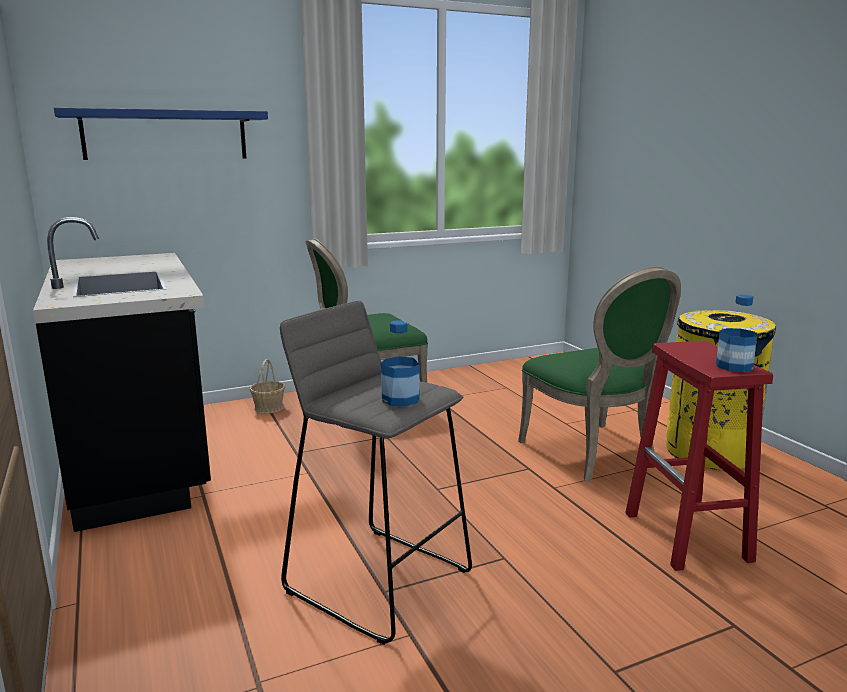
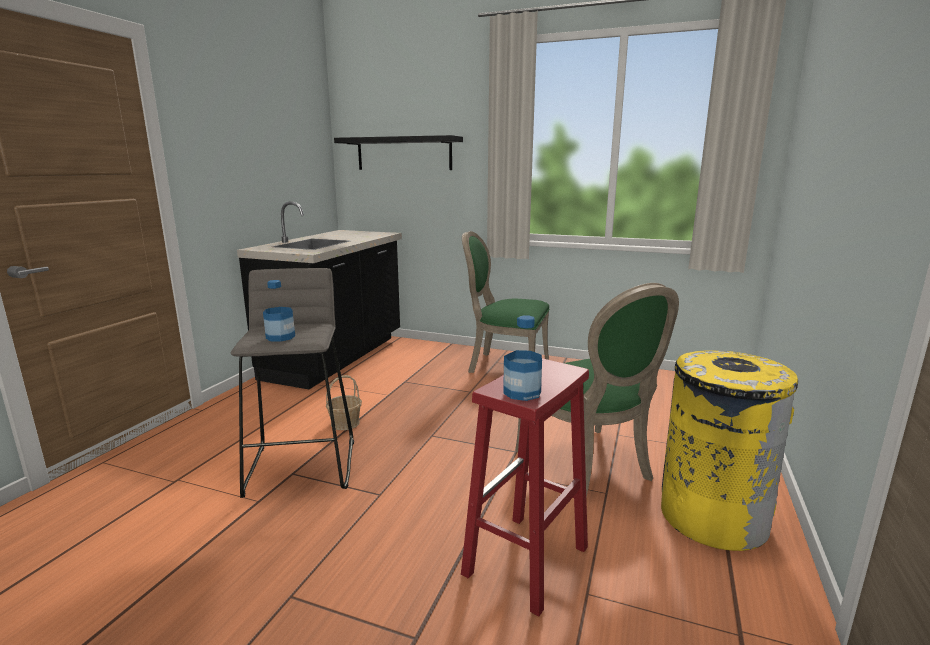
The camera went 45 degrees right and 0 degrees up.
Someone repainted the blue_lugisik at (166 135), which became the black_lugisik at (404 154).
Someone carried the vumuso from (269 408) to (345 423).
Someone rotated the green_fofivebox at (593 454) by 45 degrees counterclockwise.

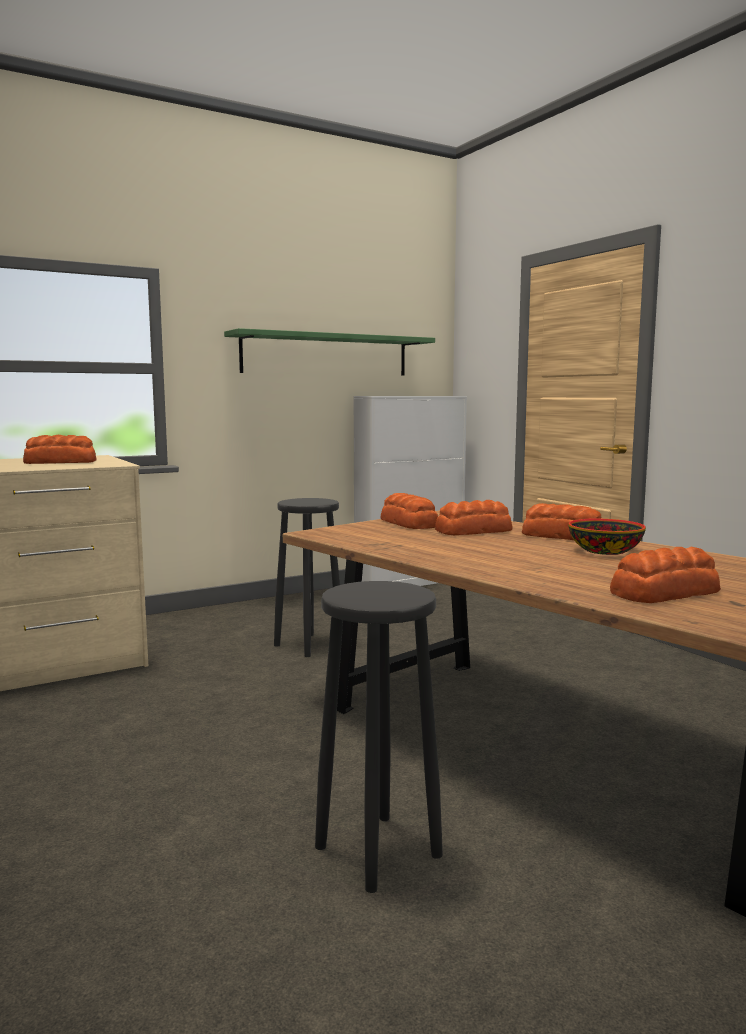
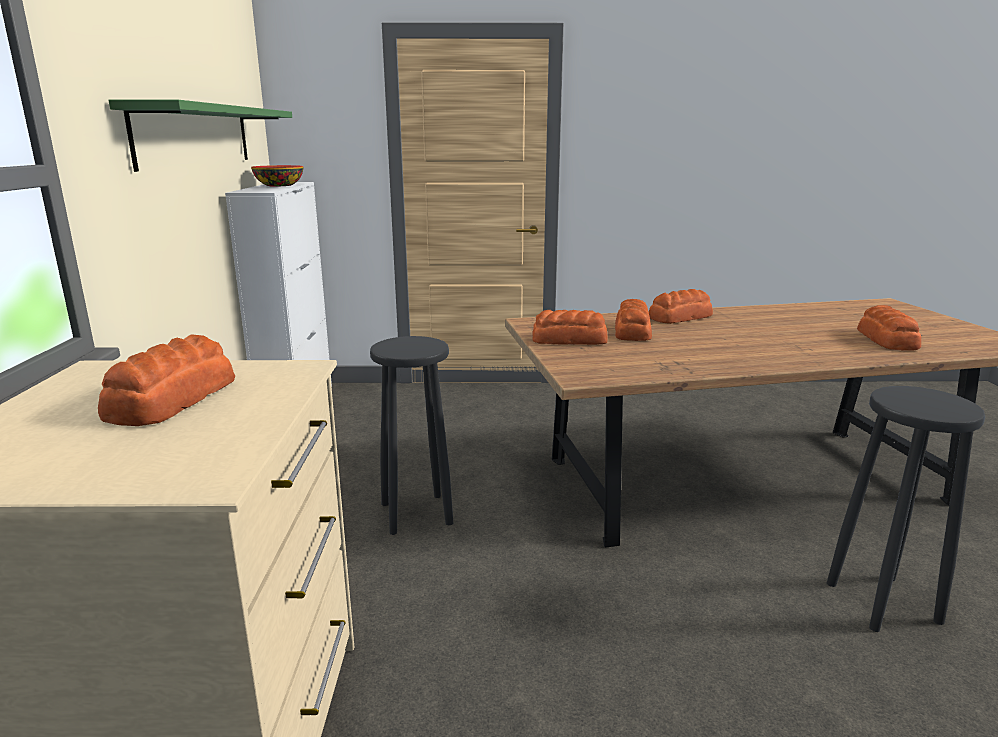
The camera went 60 degrees left and 10 degrees up.
Someone carried the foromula from (604 551) to (278 185).

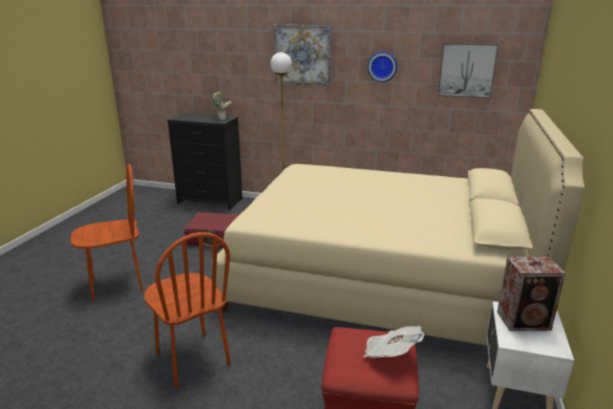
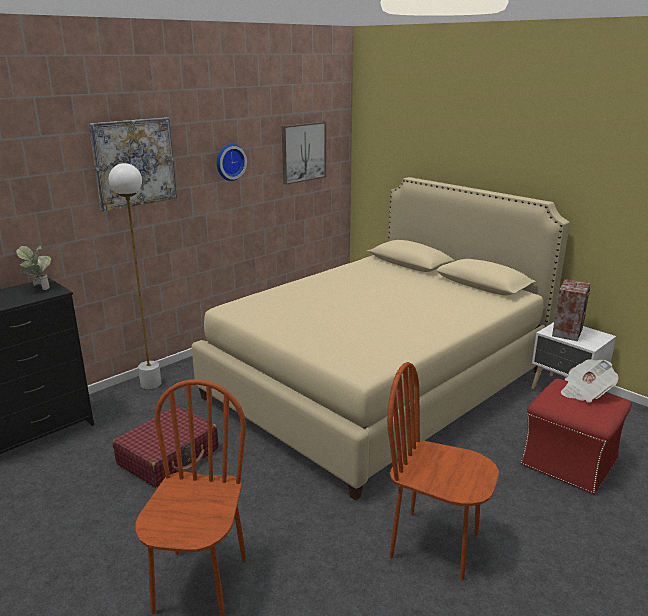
The camera went 60 degrees left and 0 degrees up.
Someone rotated the brown_fofivebox at (192 359) by 150 degrees counterclockwise.

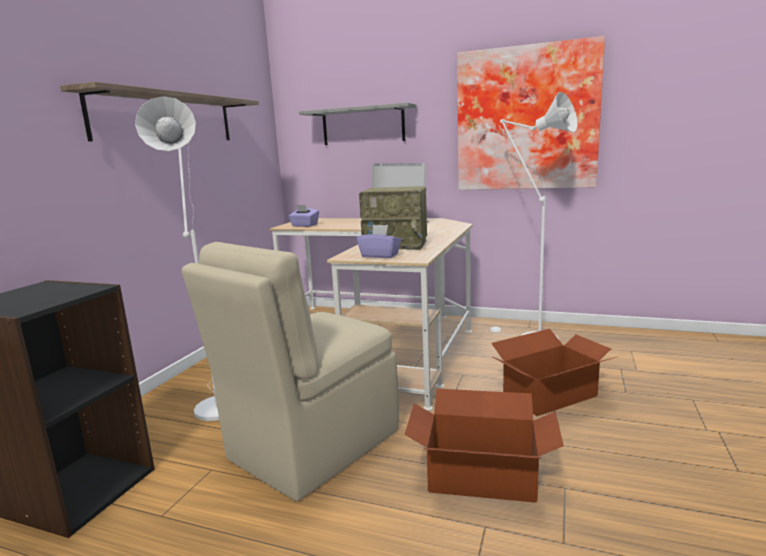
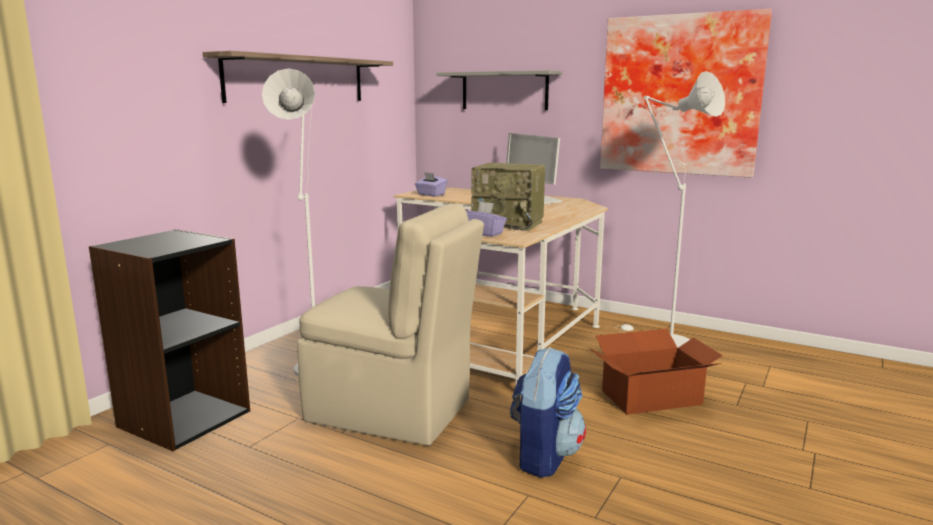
The camera went 10 degrees right and 0 degrees up.
Someone rotated the beige_fofivebox at (310 446) by 120 degrees counterclockwise.
Someone swapped the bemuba at (481 475) for the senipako at (544 456).

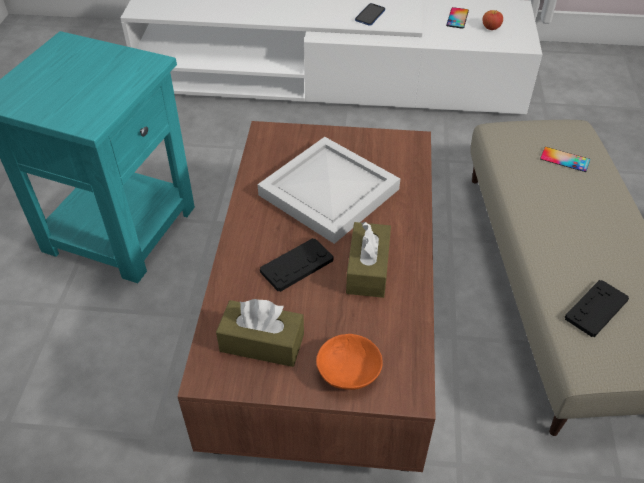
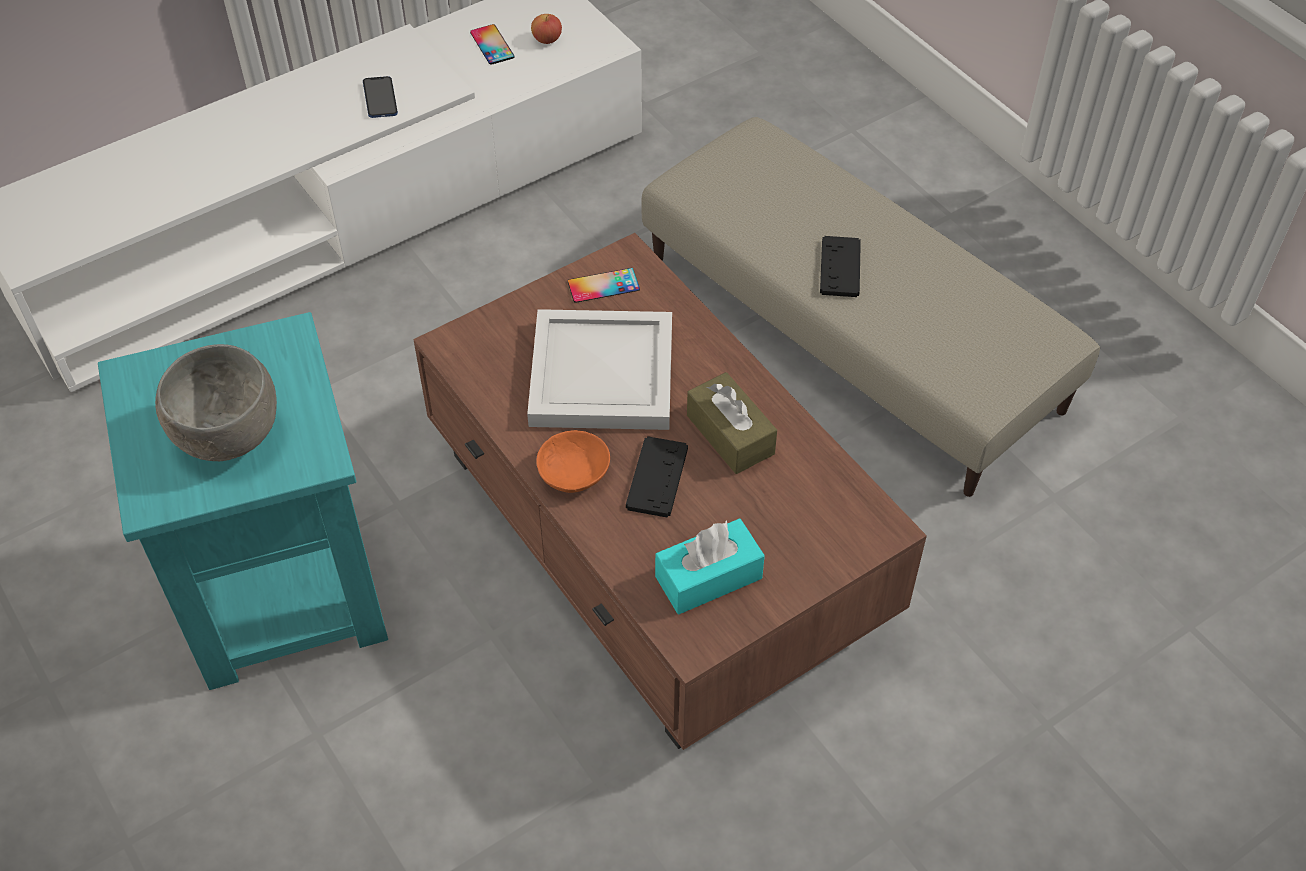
The camera went 40 degrees left and 5 degrees up.
Someone repainted the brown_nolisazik at (262 343), which became the turquoise_nolisazik at (708 577).
Someone carried the orange_foromula from (348 373) to (574 475).
Someone carried the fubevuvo from (564 159) to (603 286).
Someone carried the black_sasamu from (596 309) to (840 268).
Someone put down the grey_foromula at (226 435).

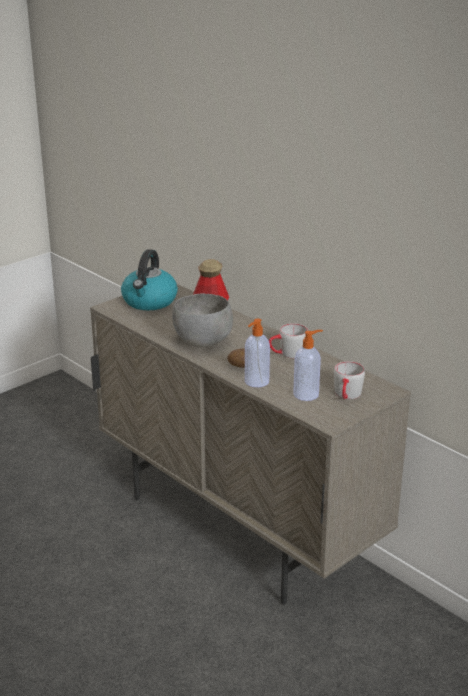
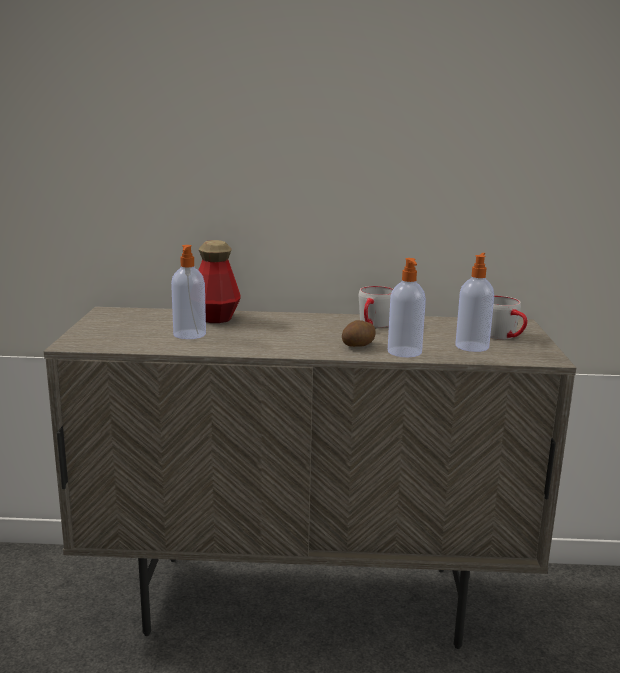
The camera went 45 degrees left and 10 degrees down.
Someone took away the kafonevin at (149 301).
Someone took away the grey_foromula at (201 342).
Someone put down the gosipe at (189 335).

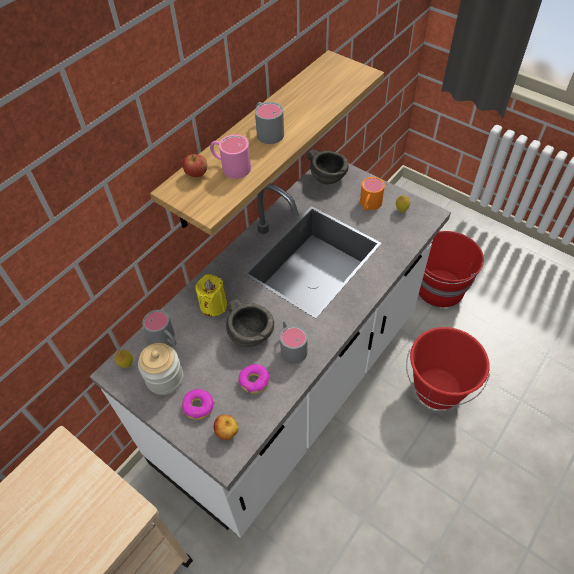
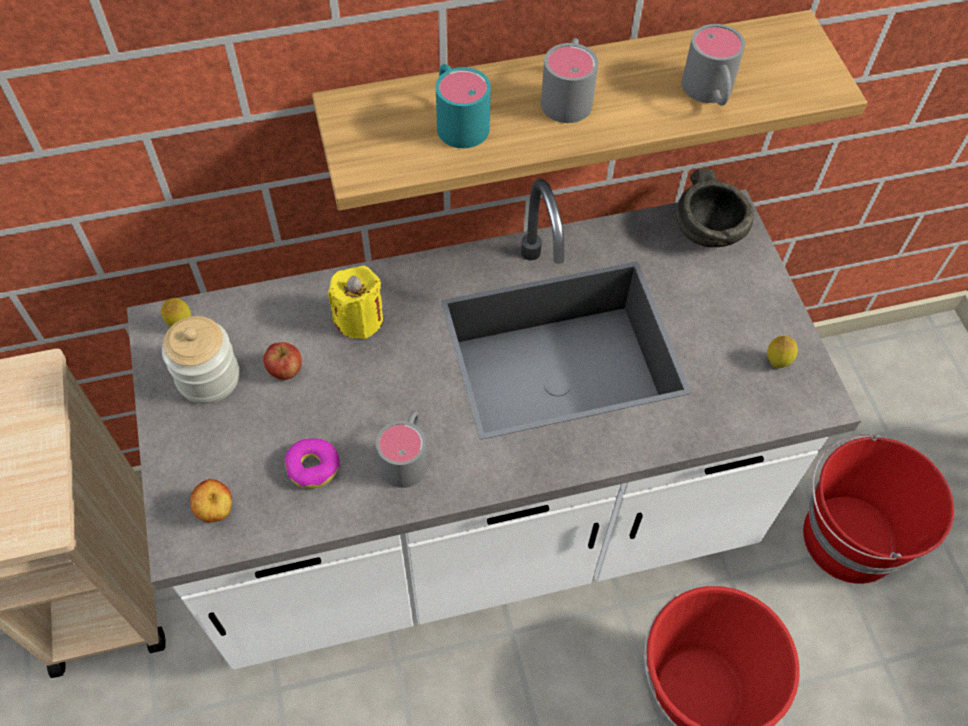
The camera went 35 degrees right and 5 degrees up.
Someone carried the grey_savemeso from (165 339) to (710 93).
Someone carried the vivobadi from (196 174) to (285 370).
Someone took away the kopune at (198 407).
Someone repainted the pink_savemeso at (230 166), which became the turquoise_savemeso at (458 120).
Someone took away the grey_foromula at (251 333).
Someone took away the orange_savemeso at (369 205).

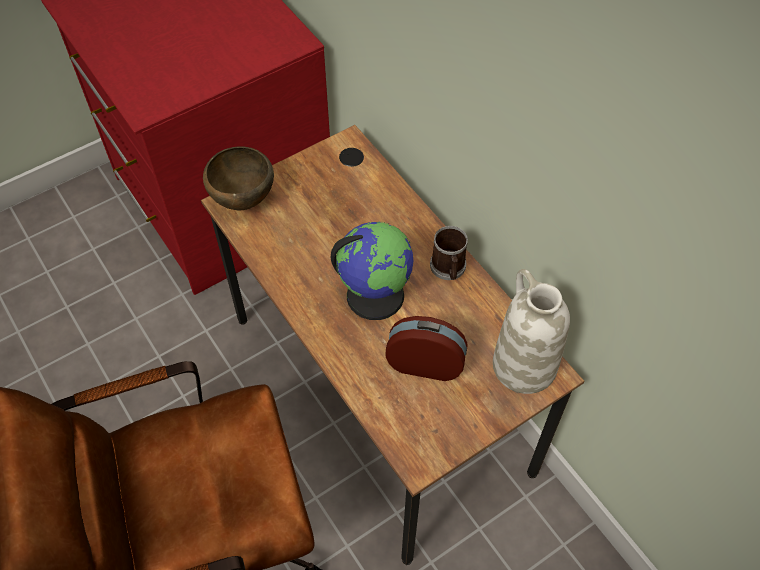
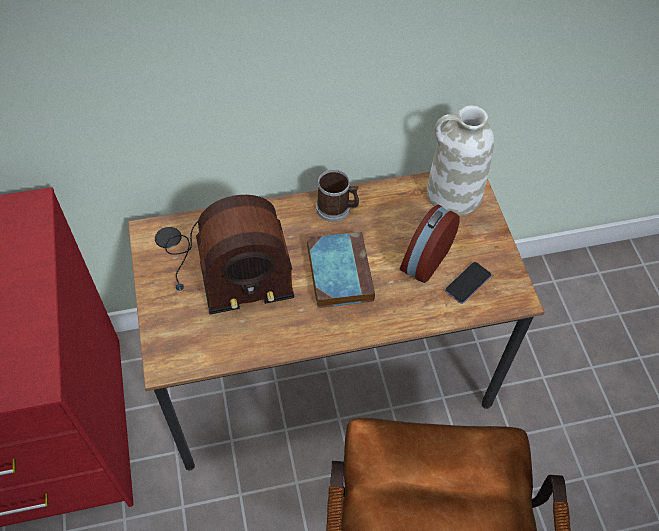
The camera went 70 degrees left and 0 degrees up.
Someone took away the brown_foromula at (242 200).
Someone swapped the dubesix at (375 294) for the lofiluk at (338 272).
Someone put down the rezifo at (228 267).
Someone put down the fubevuvo at (467 283).

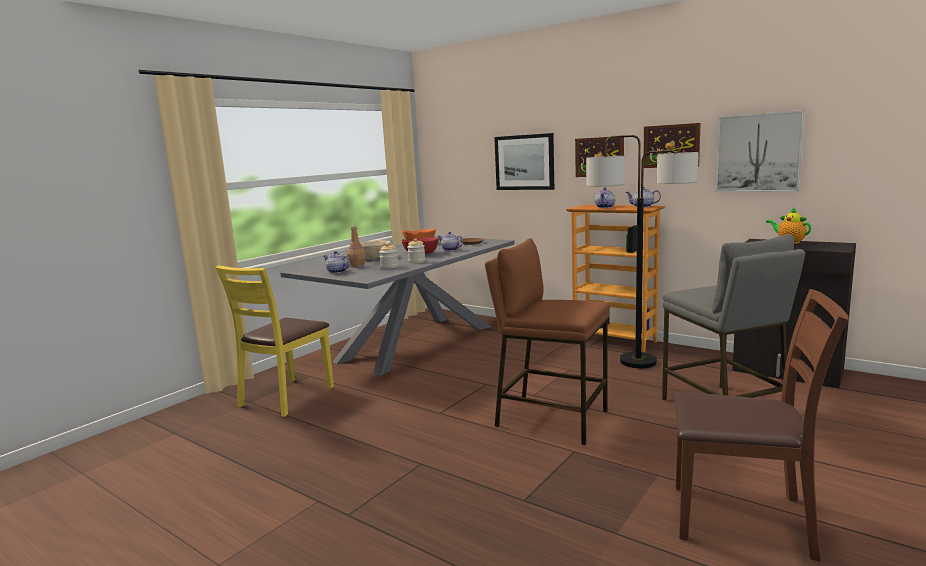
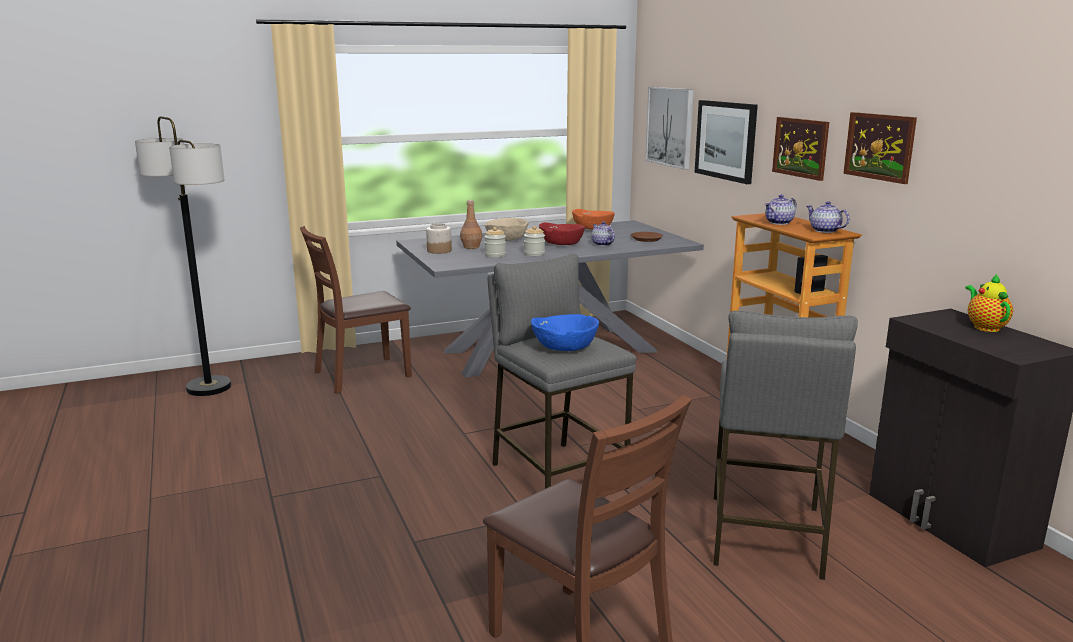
The camera went 30 degrees right and 5 degrees up.
Someone repainted the yellow_fofivebox at (286 397), which became the brown_fofivebox at (361 375).
Someone swapped the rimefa at (336 272) for the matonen at (439 251).
Someone repainted the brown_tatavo at (551 418), which became the grey_tatavo at (557 476).
Someone carried the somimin from (638 362) to (209 387).
Someone carried the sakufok from (758 153) to (670 126).
Someone put down the blue_foromula at (564 347).

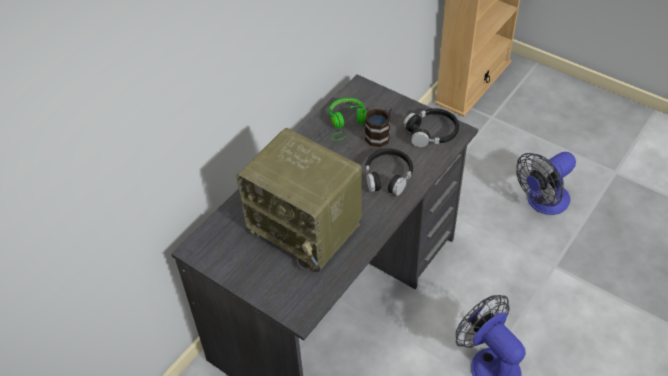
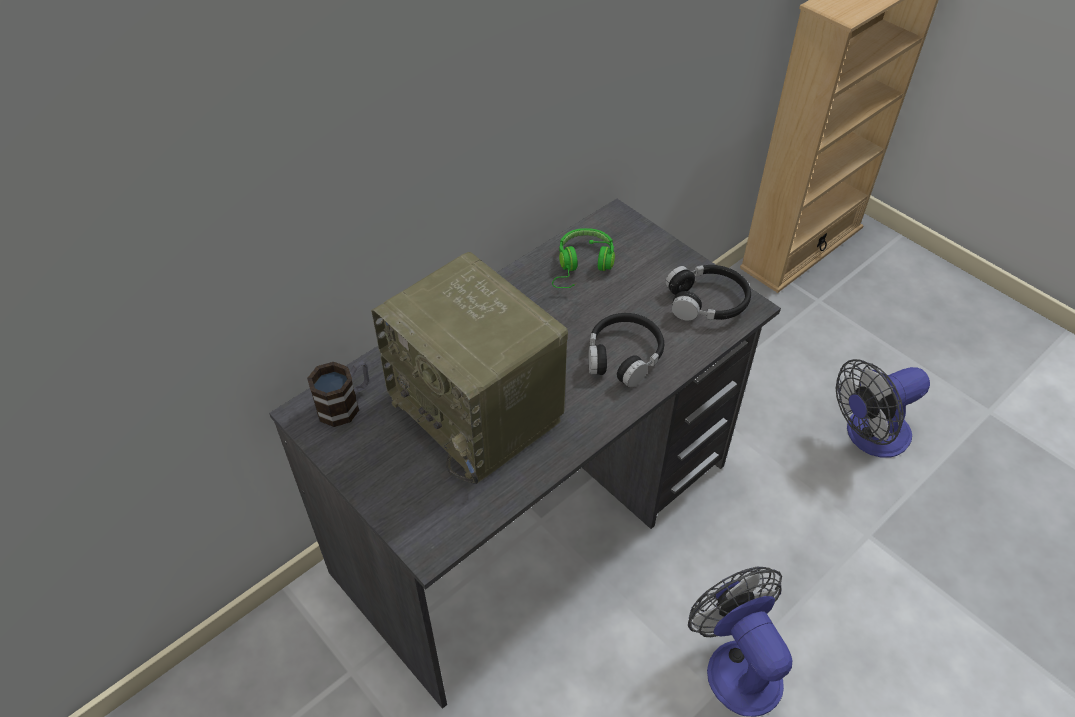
The camera went 10 degrees right and 0 degrees up.
Someone carried the savemeso from (380 134) to (345 404).

